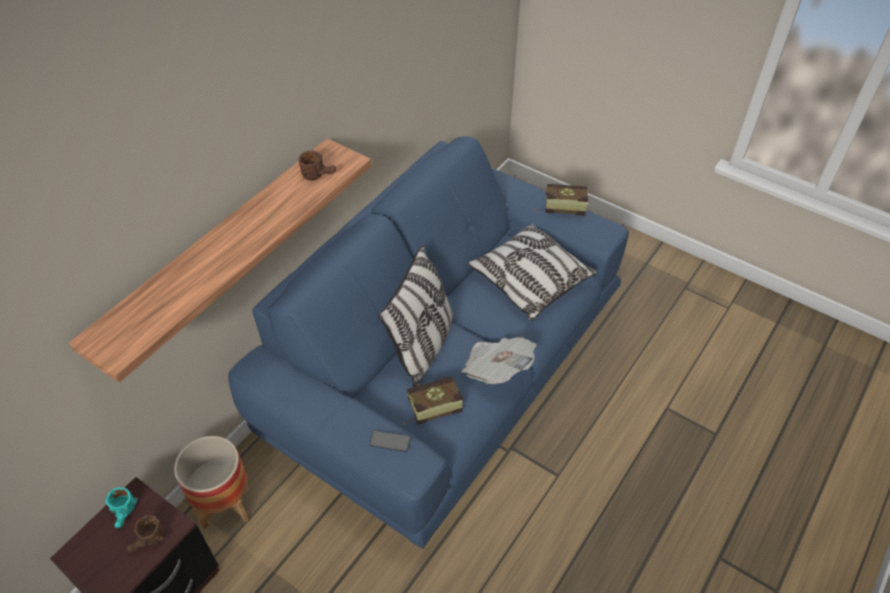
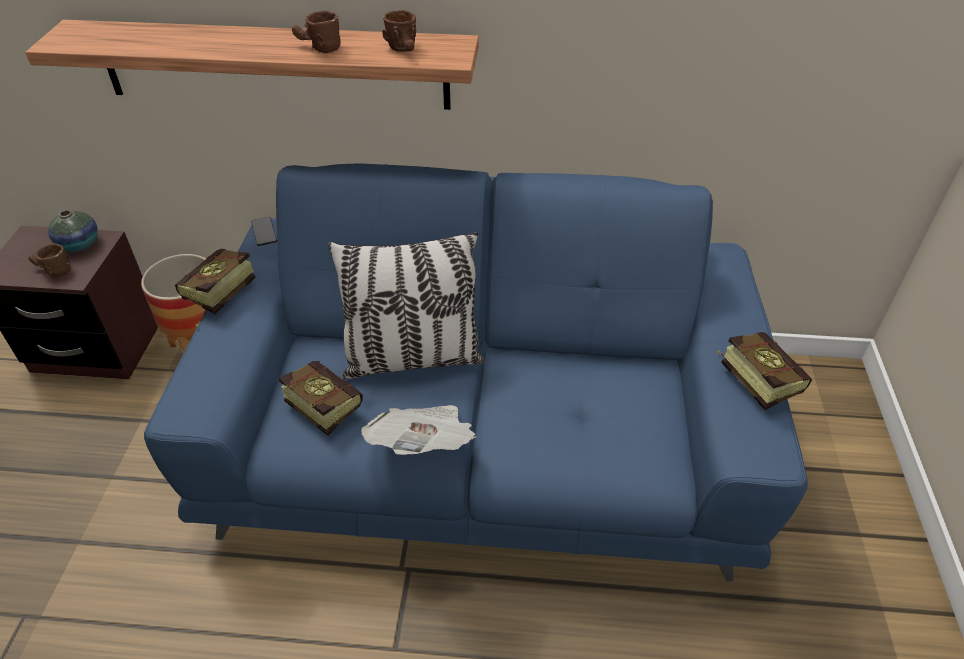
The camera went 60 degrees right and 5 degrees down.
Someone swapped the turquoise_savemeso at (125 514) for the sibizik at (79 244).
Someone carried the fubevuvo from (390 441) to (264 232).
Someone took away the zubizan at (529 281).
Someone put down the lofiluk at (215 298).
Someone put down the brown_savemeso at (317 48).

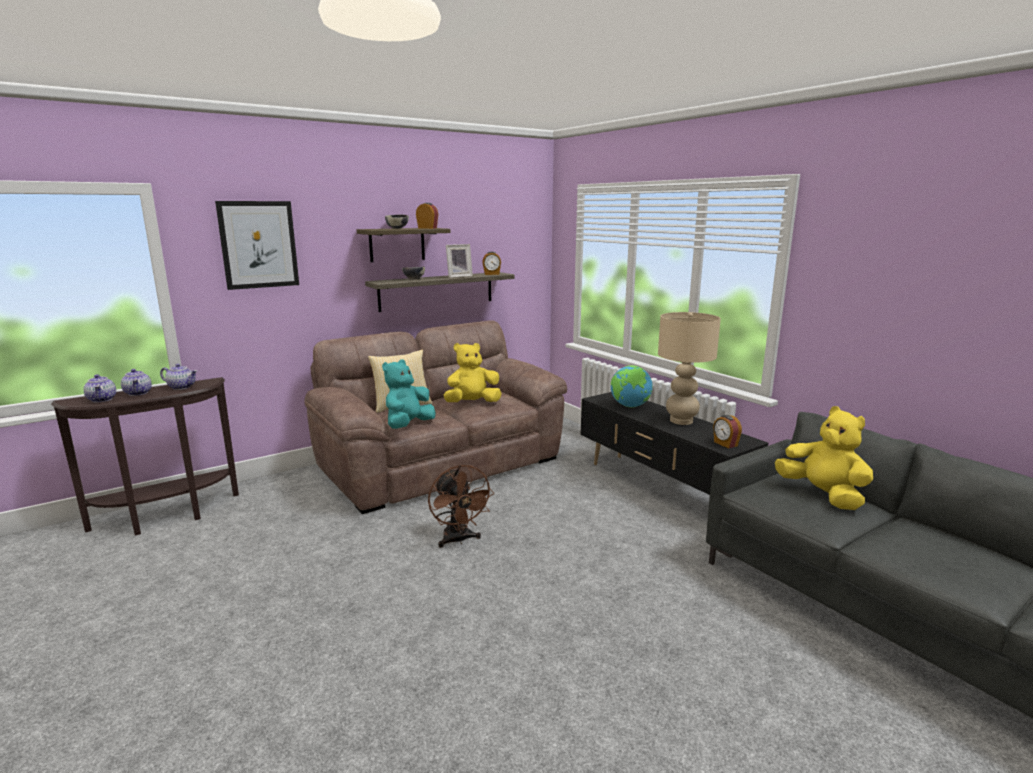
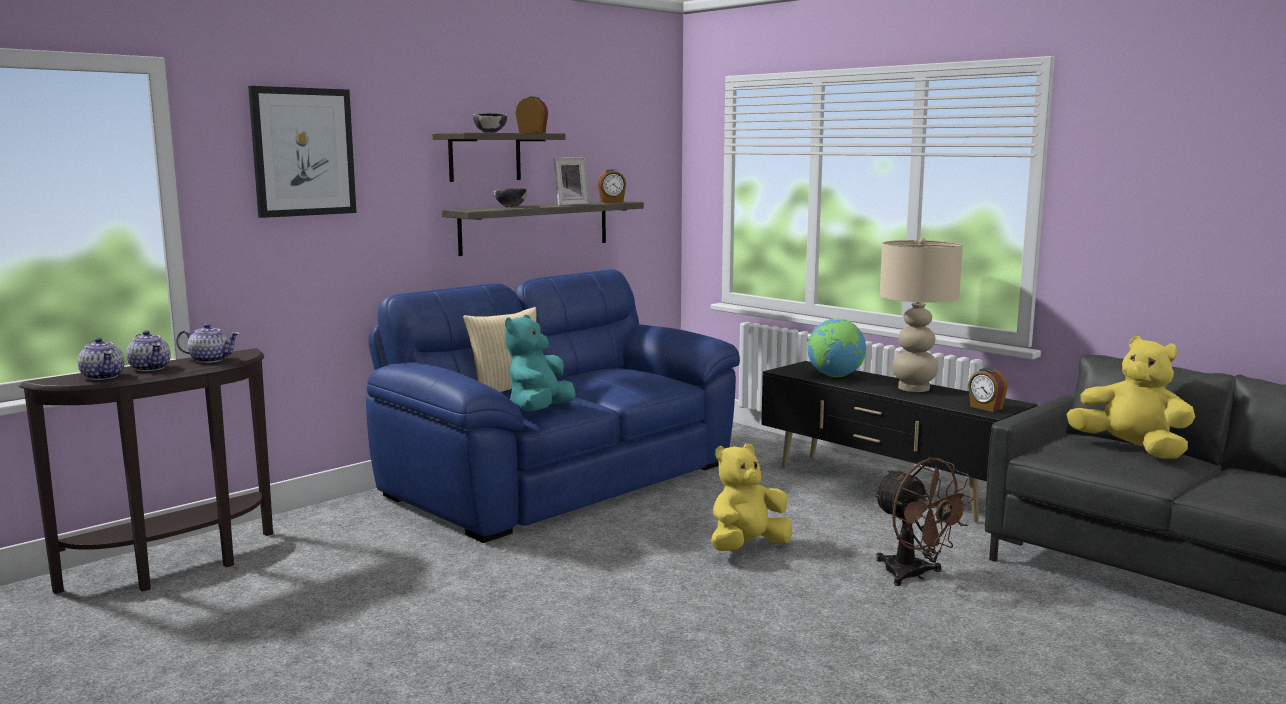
The camera went 10 degrees left and 5 degrees down.
Someone repainted the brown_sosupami at (439 463), which became the blue_sosupami at (558 478).
Someone carried the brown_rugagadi from (458 540) to (914 575).
Someone carried the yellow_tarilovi from (472 403) to (747 547).

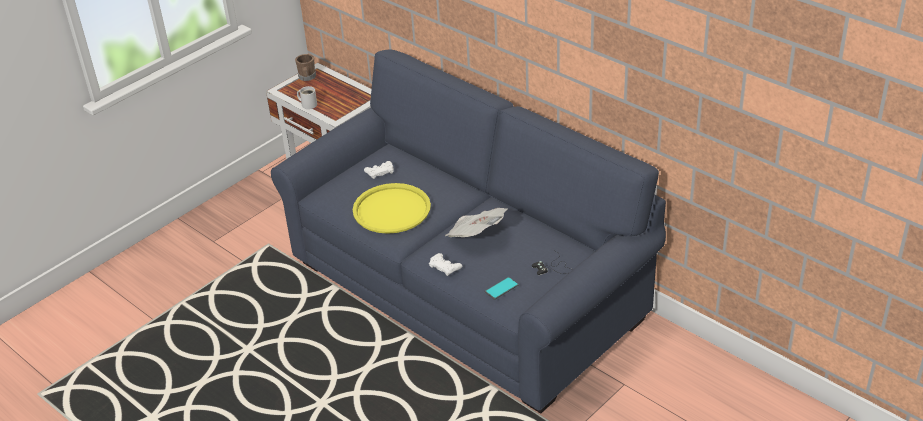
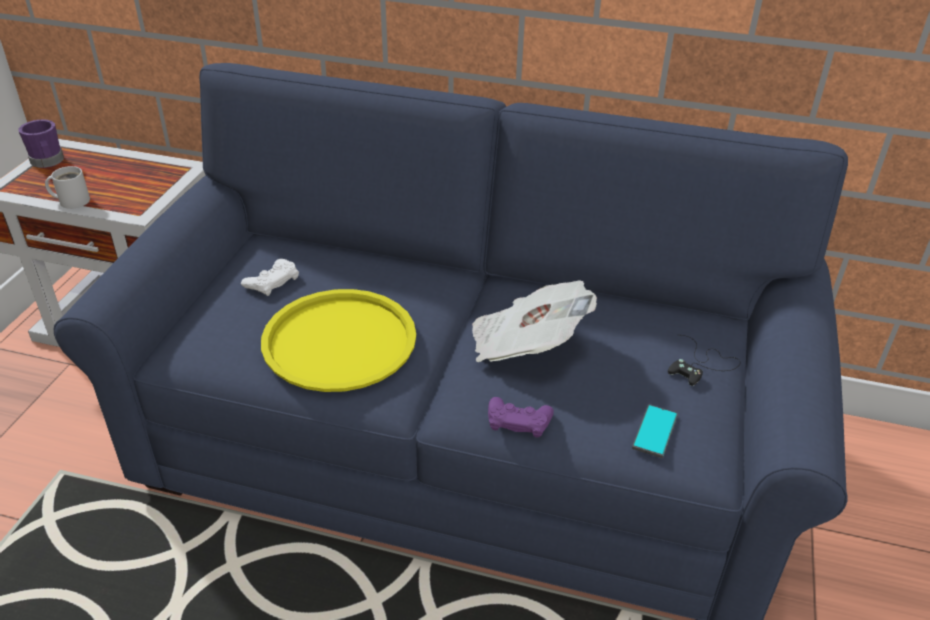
The camera went 30 degrees left and 0 degrees up.
Someone repainted the brown_savemeso at (307 77), which became the purple_savemeso at (48 162).
Someone repainted the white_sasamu at (445 266), which became the purple_sasamu at (518 421).

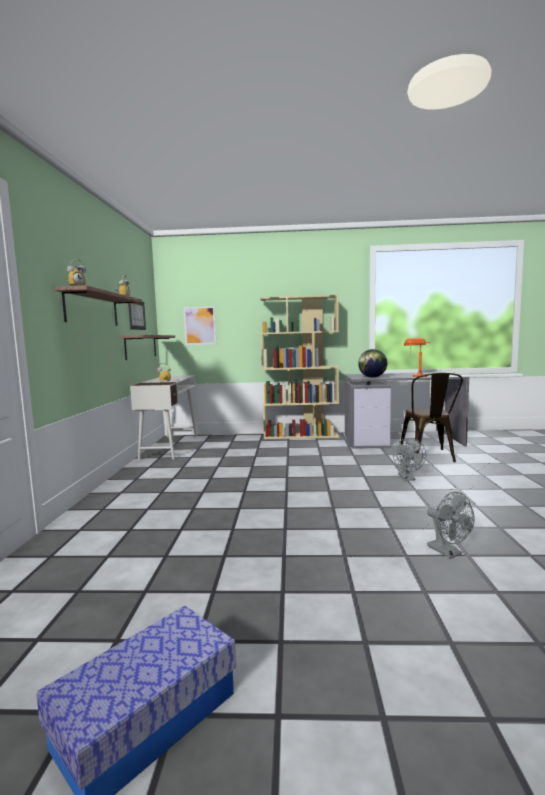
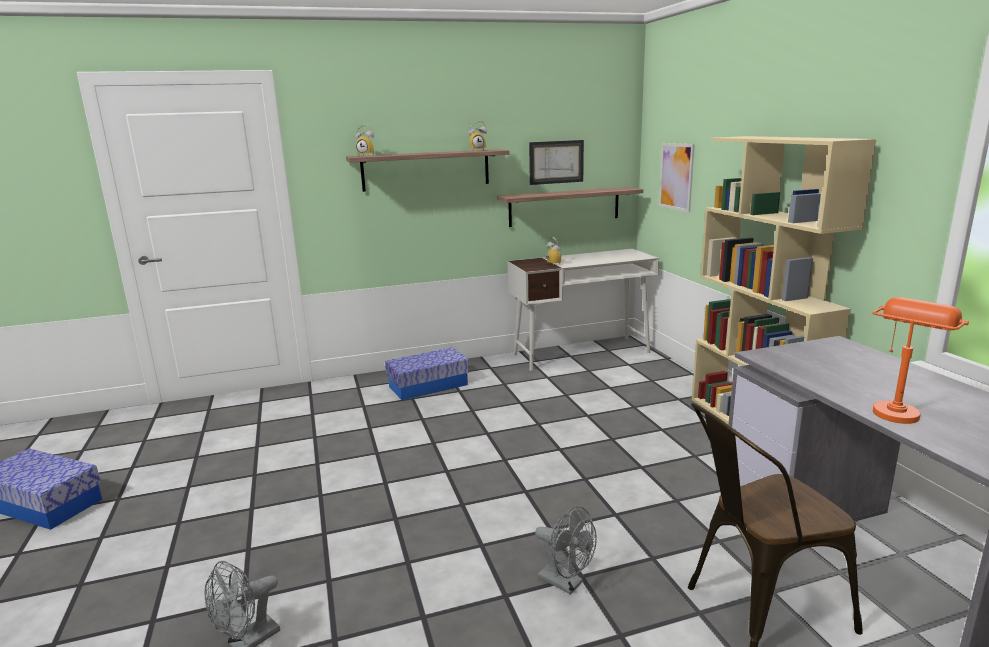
The camera went 70 degrees right and 10 degrees up.
Someone took away the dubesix at (372 377).
Someone rotated the grey_rugagadi at (408 478) by 120 degrees counterclockwise.
Someone put down the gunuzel at (428 385).

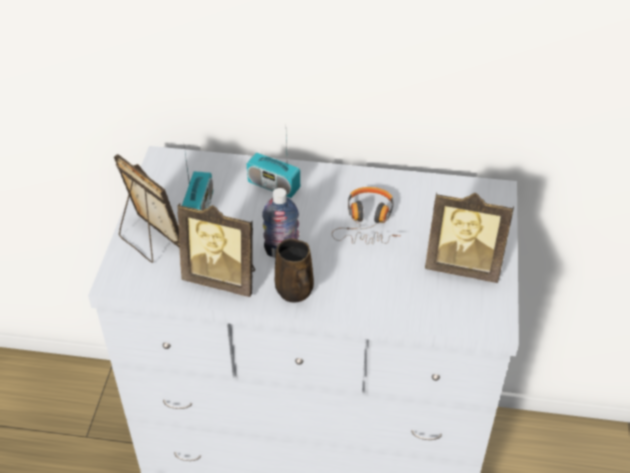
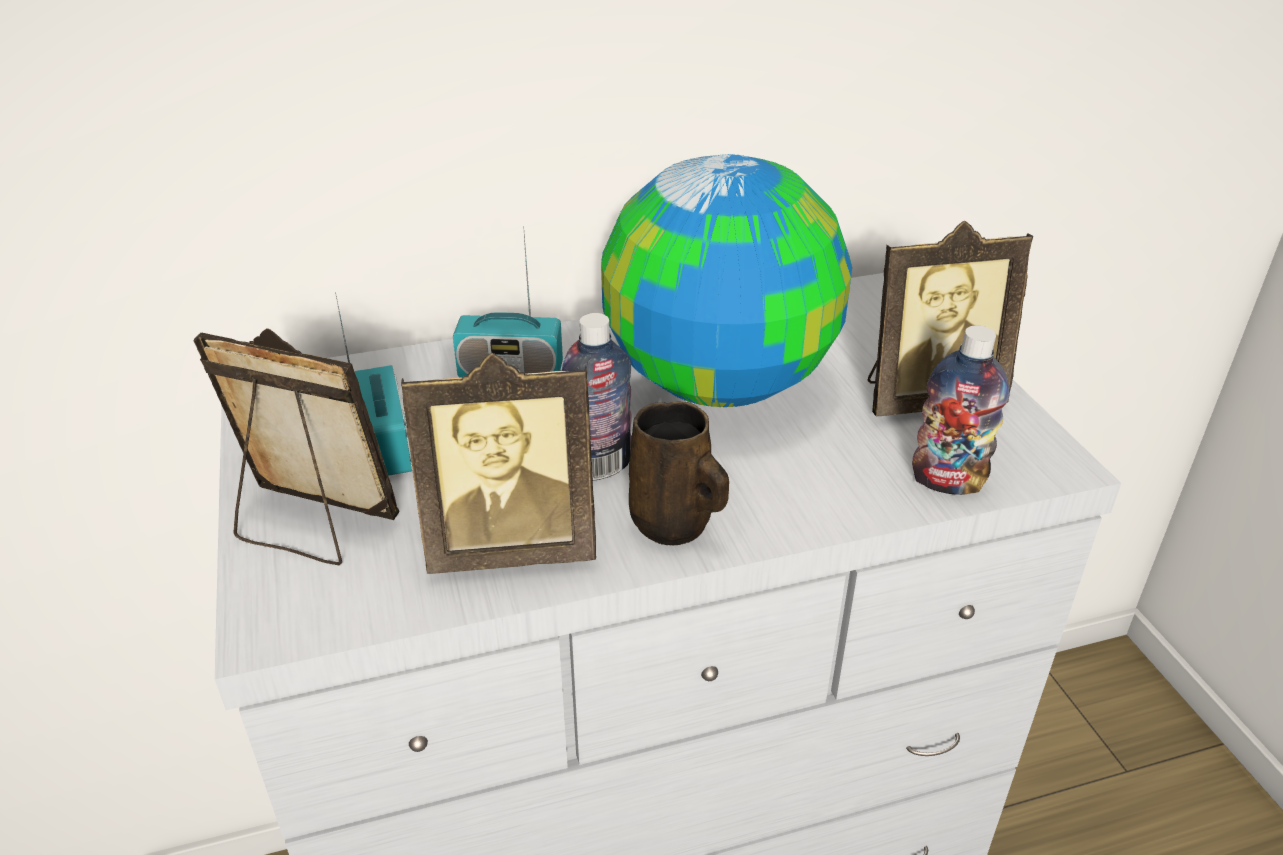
The camera went 25 degrees left and 10 degrees down.
Someone swapped the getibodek at (368 223) for the dubesix at (720 382).
Someone put down the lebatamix at (947 481).

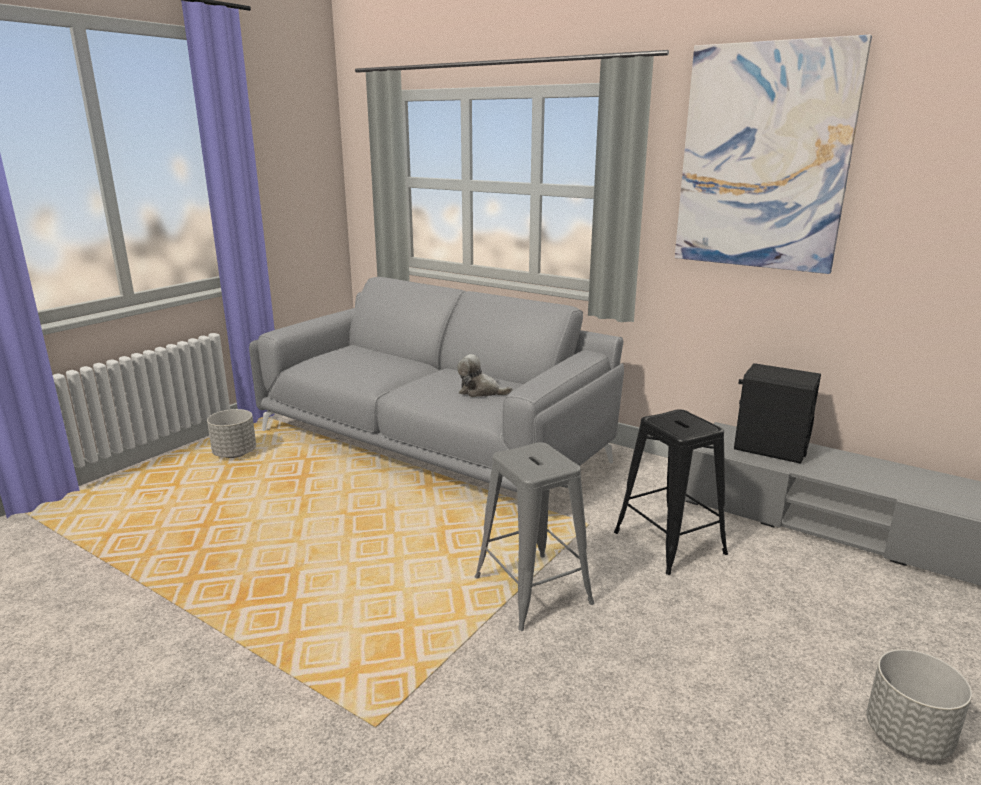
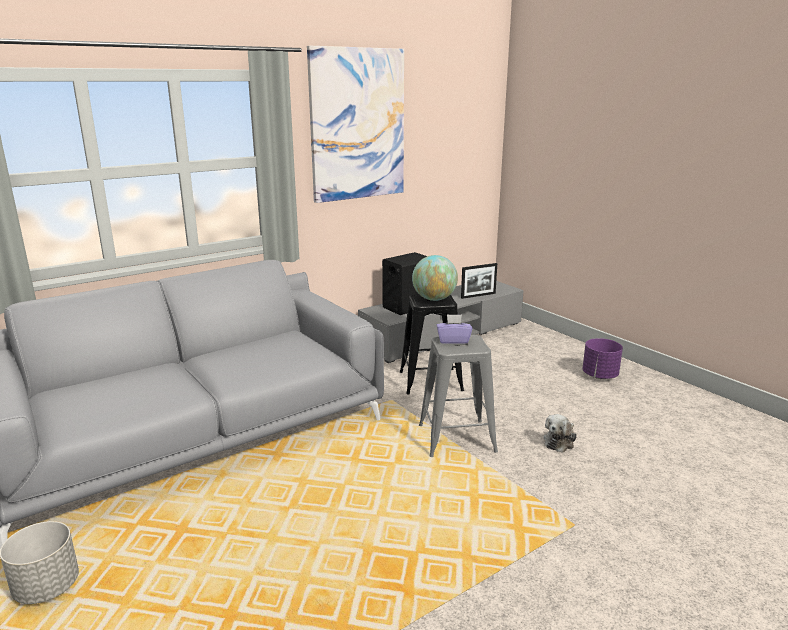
The camera went 70 degrees left and 0 degrees up.
Someone carried the tarilovi from (480 392) to (559 441).
Someone repainted the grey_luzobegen at (907 736), which became the purple_luzobegen at (600 376).
Someone put down the dubesix at (434 299).
Someone put down the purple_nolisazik at (453 340).
Someone put down the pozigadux at (478 295).

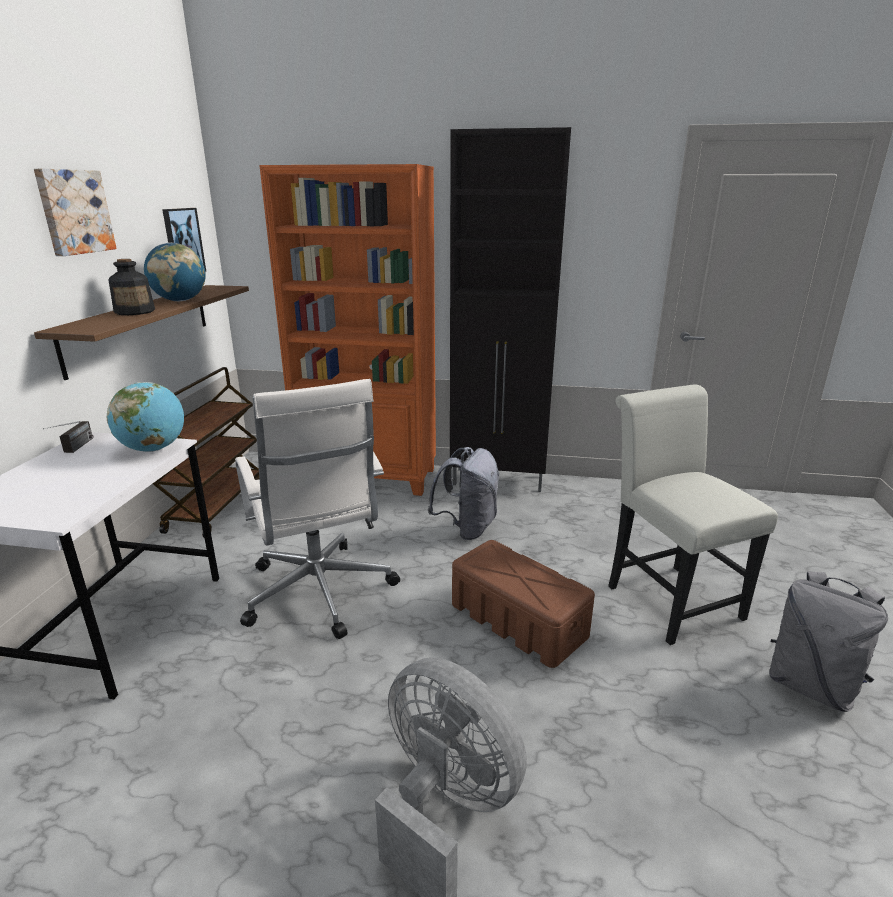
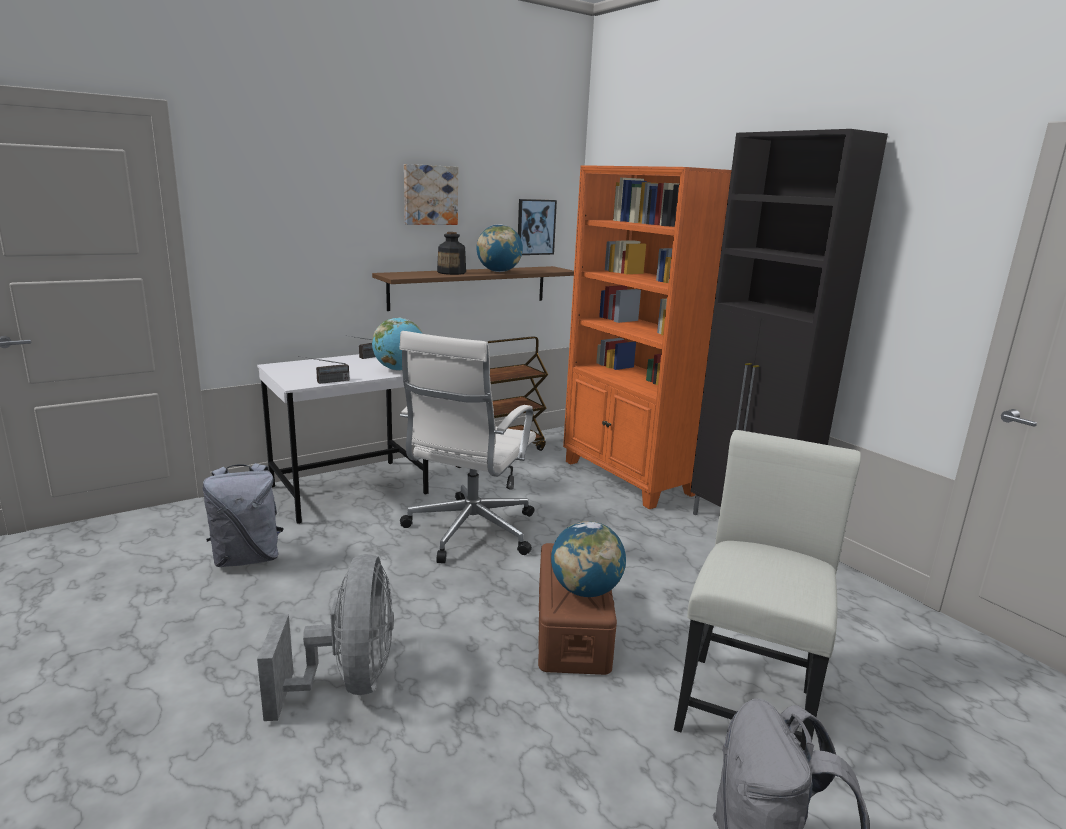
The camera went 45 degrees right and 5 degrees down.
Someone carried the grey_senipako from (467 528) to (247 558).
Someone put down the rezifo at (325 382).
Someone put down the dubesix at (586 591).

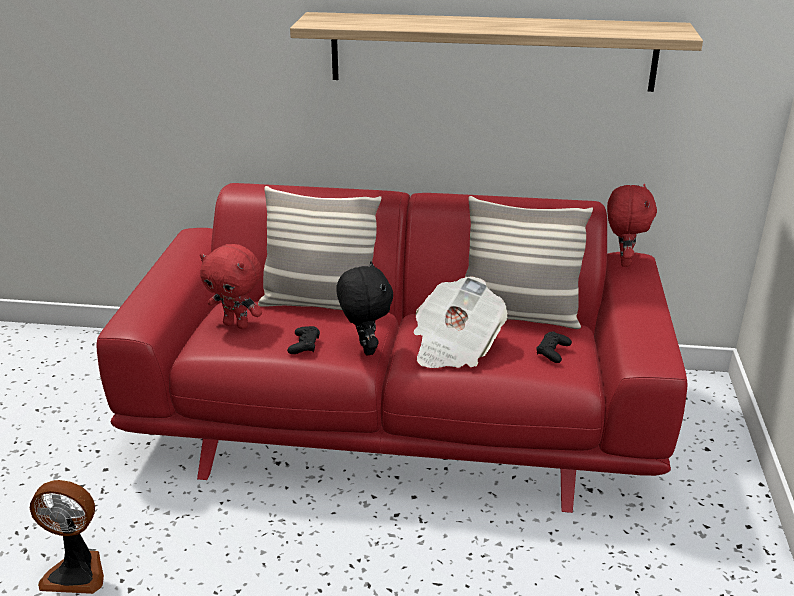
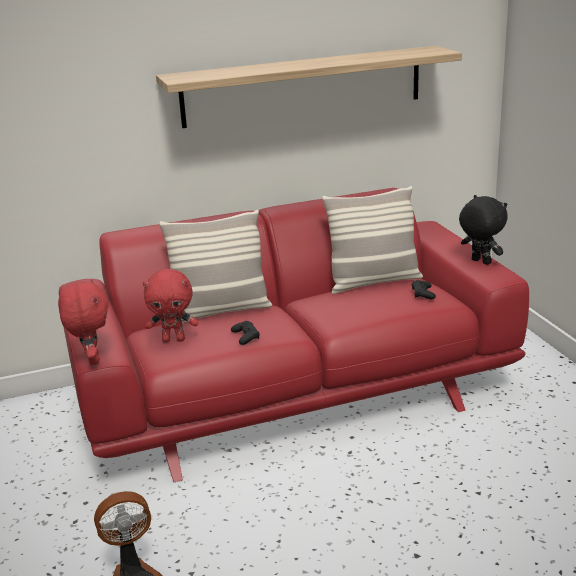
The camera went 25 degrees left and 5 degrees down.
Someone carried the black_tarilovi from (364 348) to (480 262).
Someone took away the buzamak at (454 346).
Someone carried the red_tarilovi from (623 261) to (91 359).

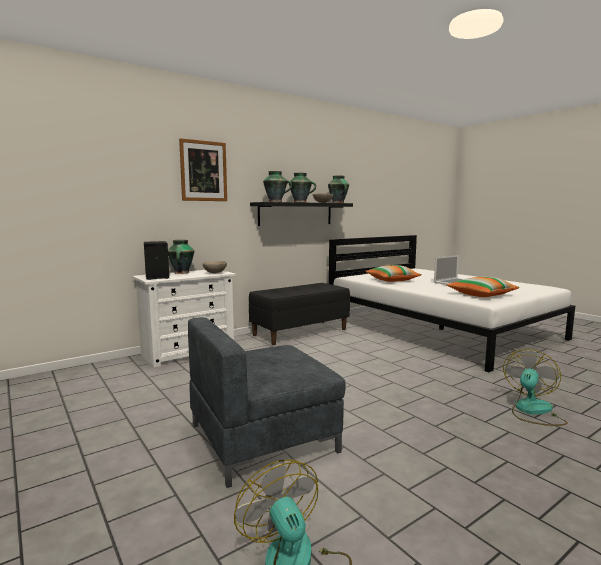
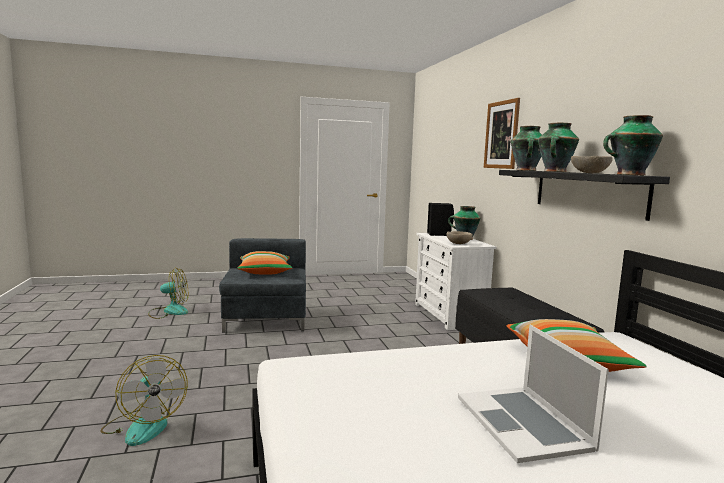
The camera went 110 degrees right and 0 degrees up.
Someone carried the zubizan from (481 295) to (265 272).

